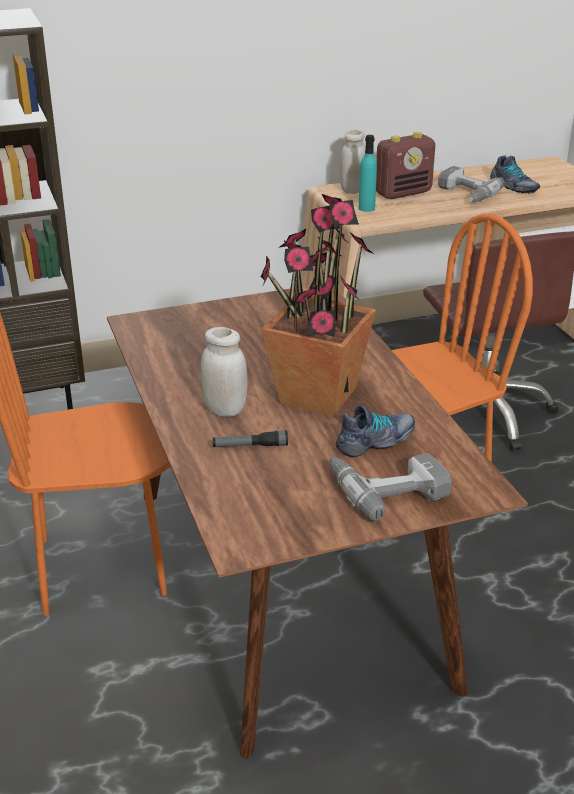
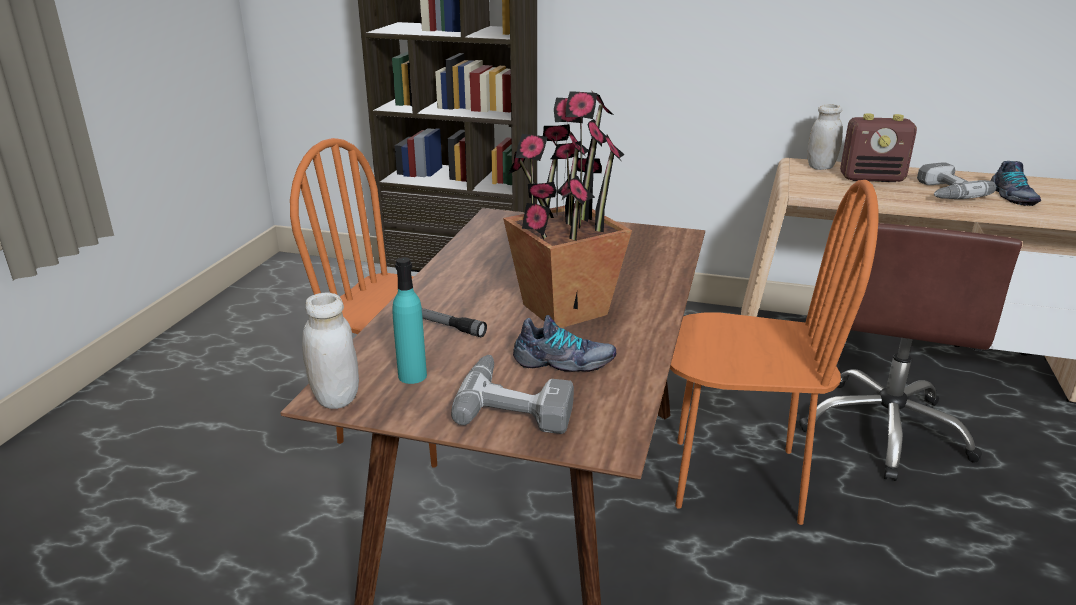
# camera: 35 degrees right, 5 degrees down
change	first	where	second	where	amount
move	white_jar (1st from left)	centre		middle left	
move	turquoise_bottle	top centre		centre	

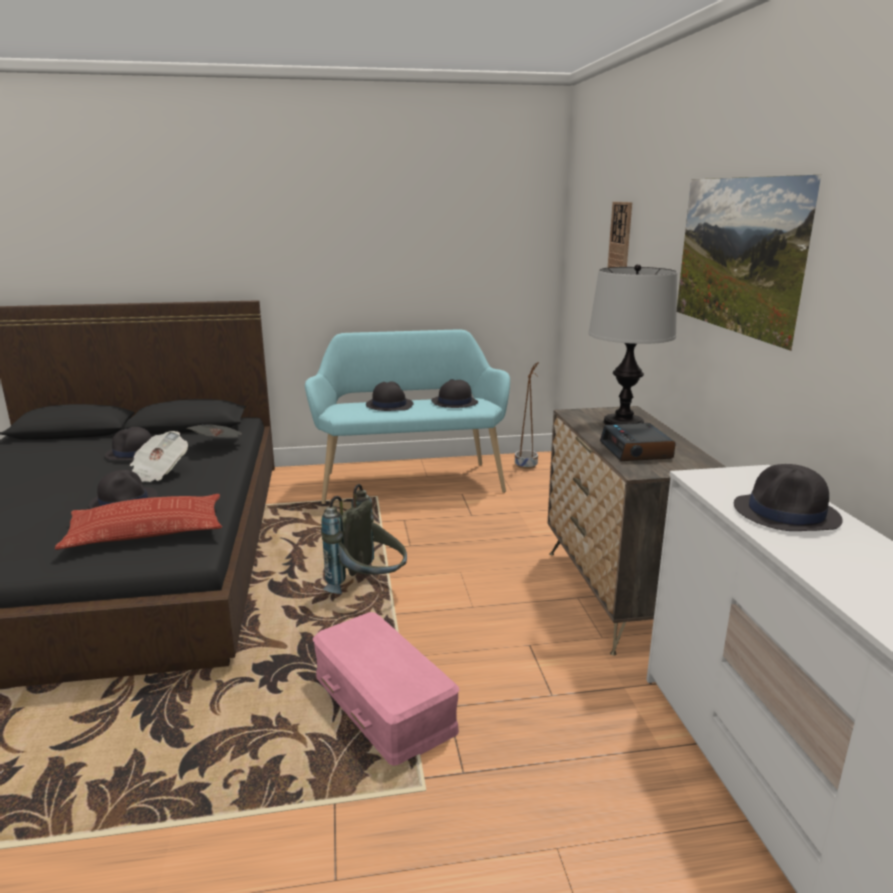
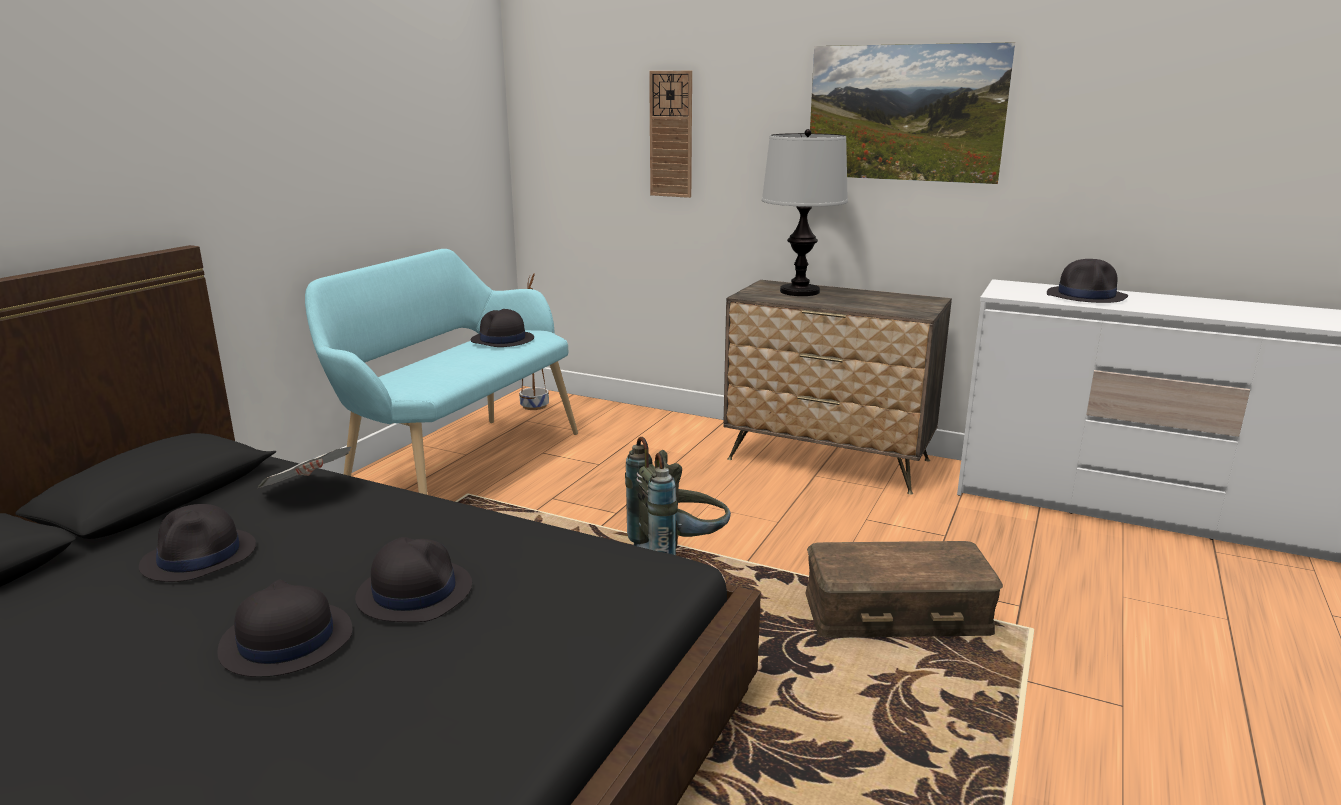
# camera: 55 degrees left, 0 degrees up
change	first	where	second	where	amount
delete	pillow	middle left			
delete	newspaper (1st from left)	middle left			
delete	alarm_clock	middle right			
move	black_hat (3rd from left in the first image)	centre	black_hat (2nd from left)	bottom left	
recolor	pink_storage_box	bottom centre	brown_storage_box	bottom right	

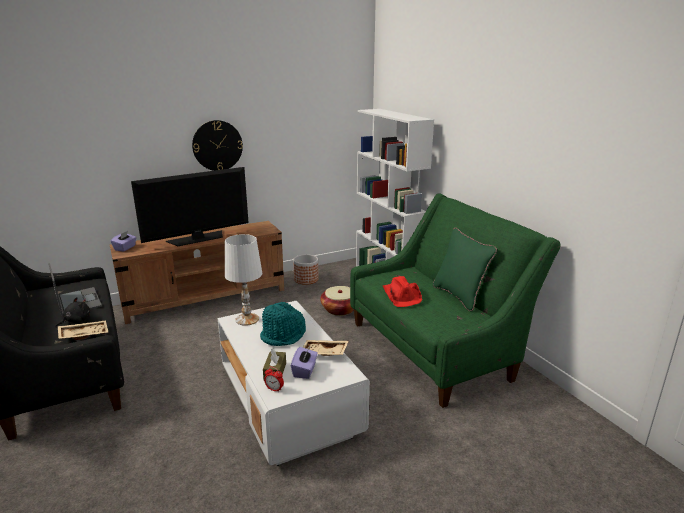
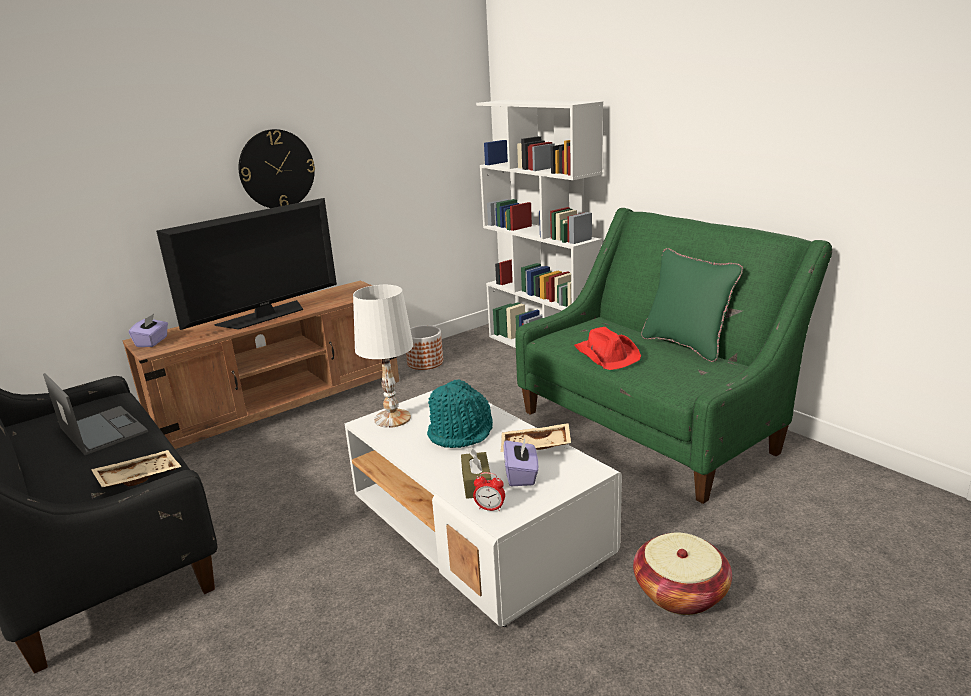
# camera: 10 degrees left, 0 degrees up
change	first	where	second	where	amount
delete	black_plush_toy	middle left			
move	basket	centre		bottom right	

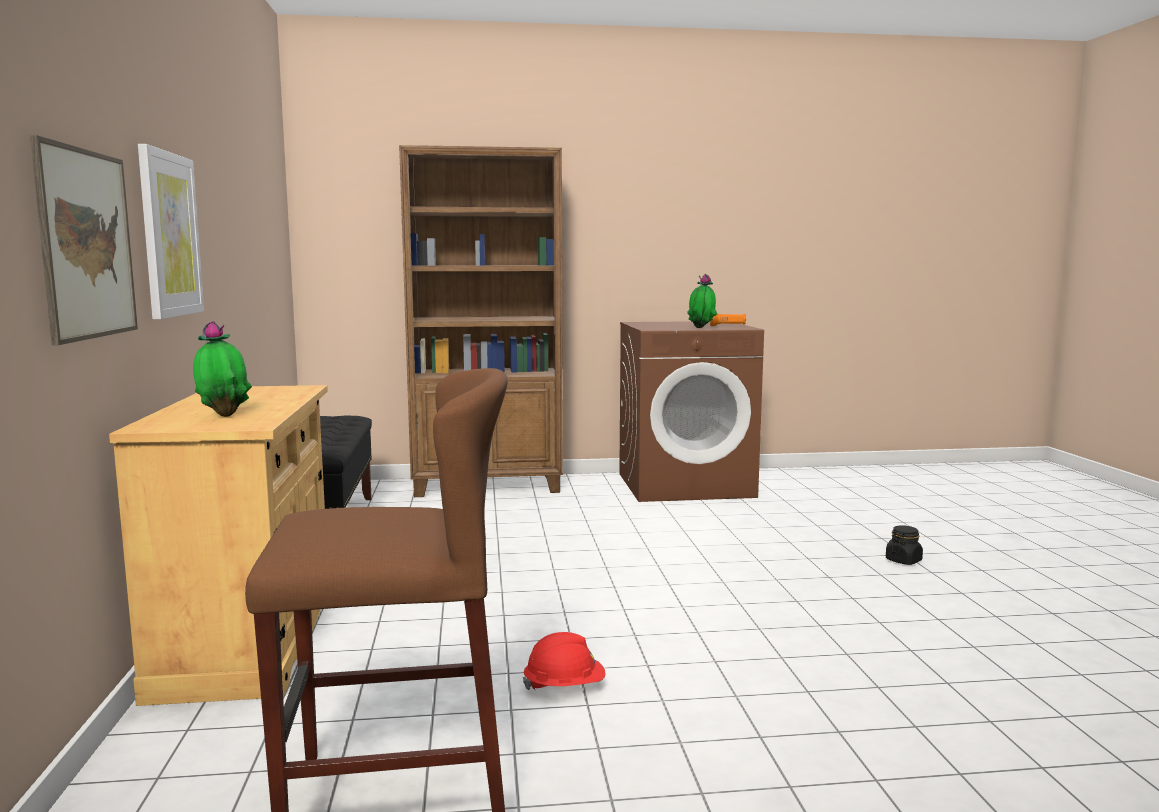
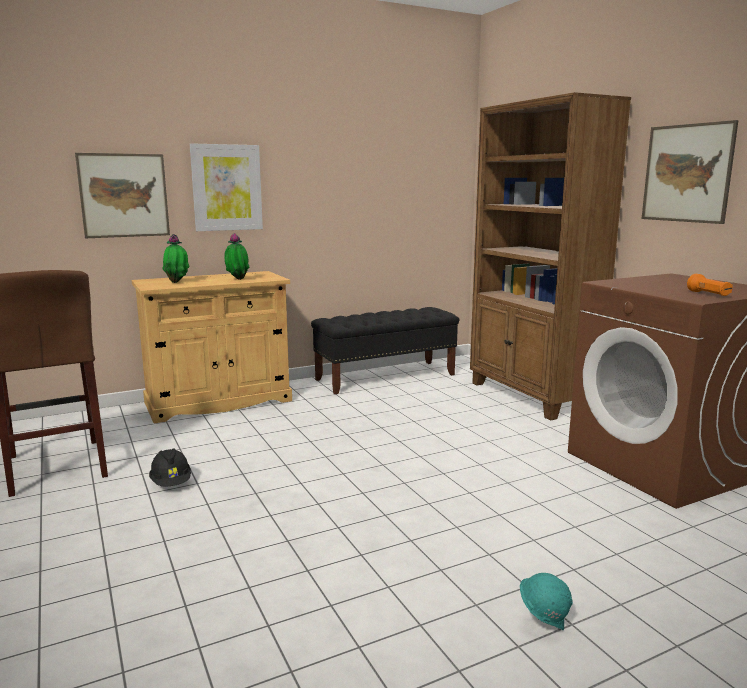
# camera: 70 degrees right, 5 degrees up
change	first	where	second	where	amount
insert			picture (3rd from left)	top right	
move	potted_plant (2nd from left)	centre		middle left	
replace	black_jar	bottom right	turquoise_hard_hat	bottom right	
recolor	red_hard_hat	bottom centre	black_hard_hat	bottom left	

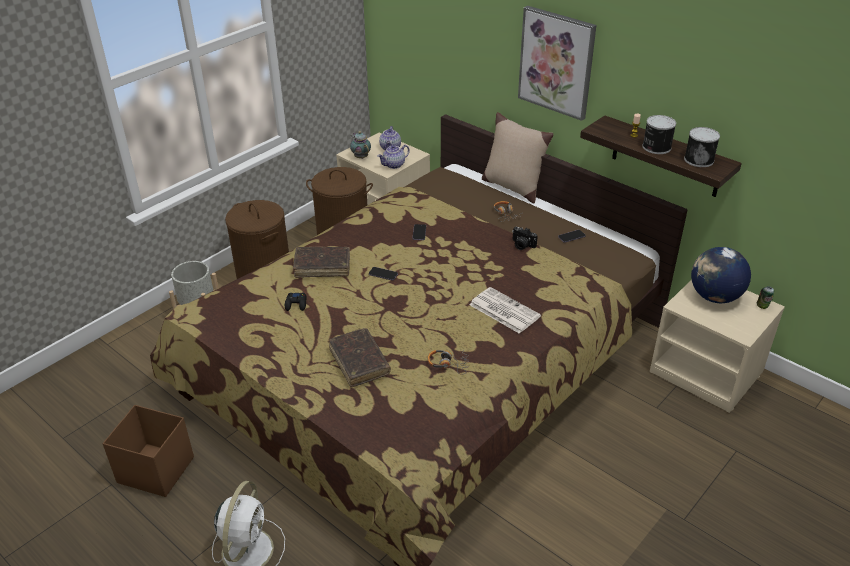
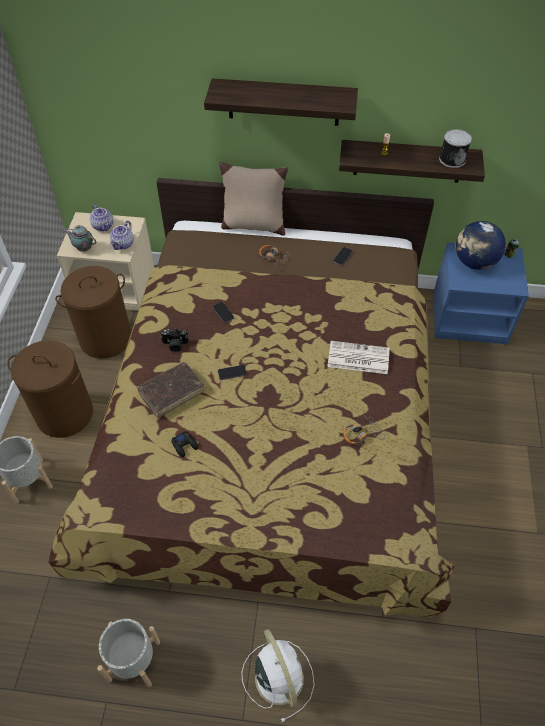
# camera: 35 degrees left, 15 degrees up
change	first	where	second	where	amount
delete	brown_book (2nd from left)	centre			
delete	can (1st from left)	top right			
move	photo_camera	centre		middle left	
replace	brown_storage_box	bottom left	grey_planter (2nd from left)	bottom left	
replace	picture	top centre	shelf (1st from left)	top centre	
recolor	beige_nightstand (2nd from left)	middle right	blue_nightstand	middle right	

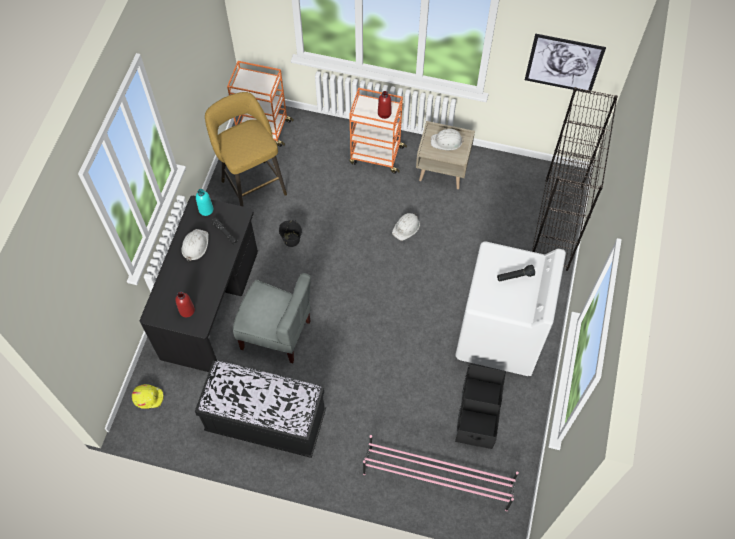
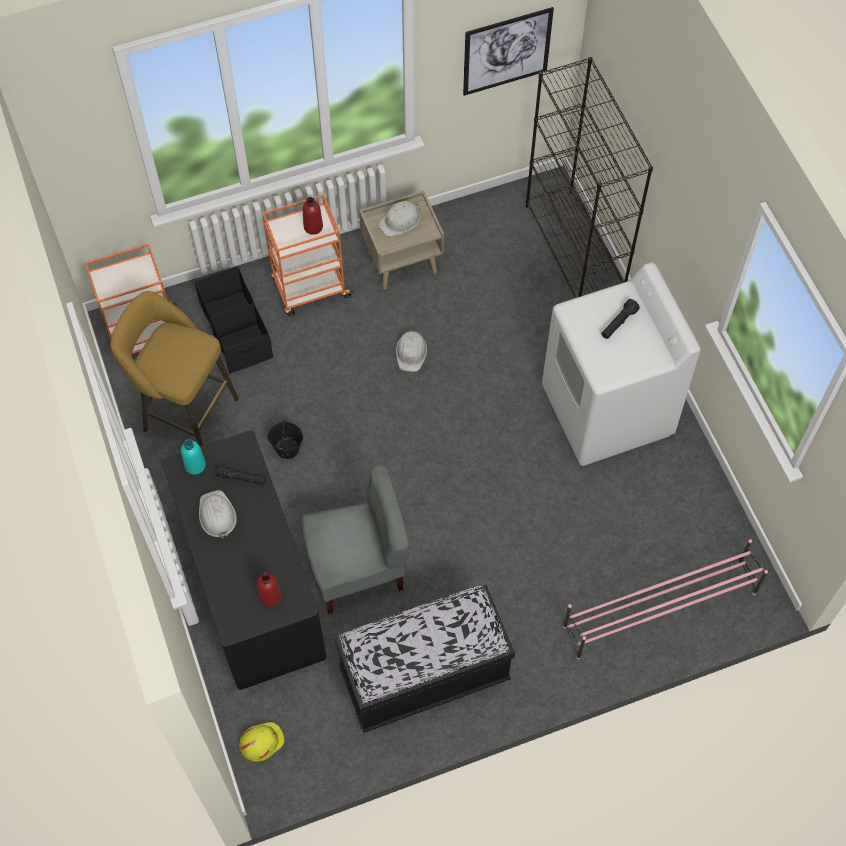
# camera: 35 degrees left, 0 degrees up
change	first	where	second	where	amount
move	black_storage_box	bottom centre		middle left	

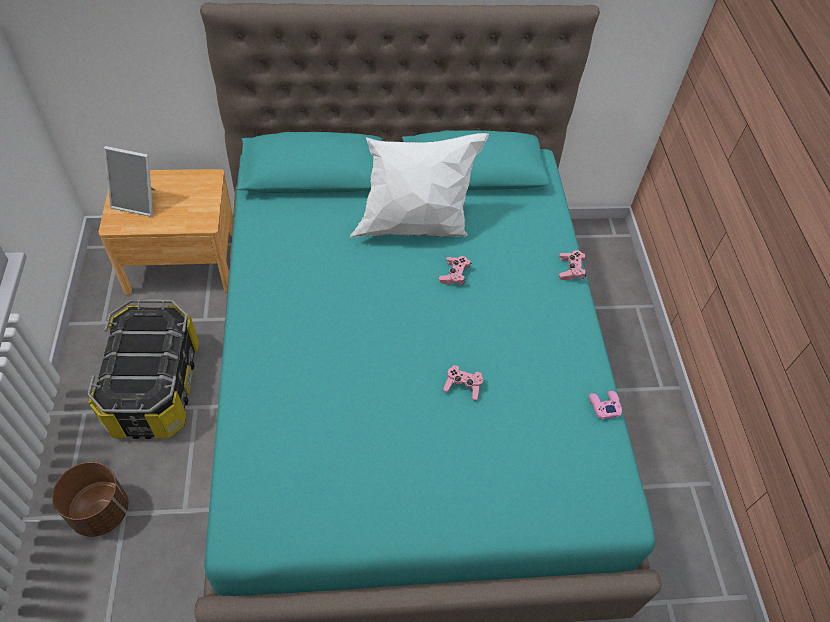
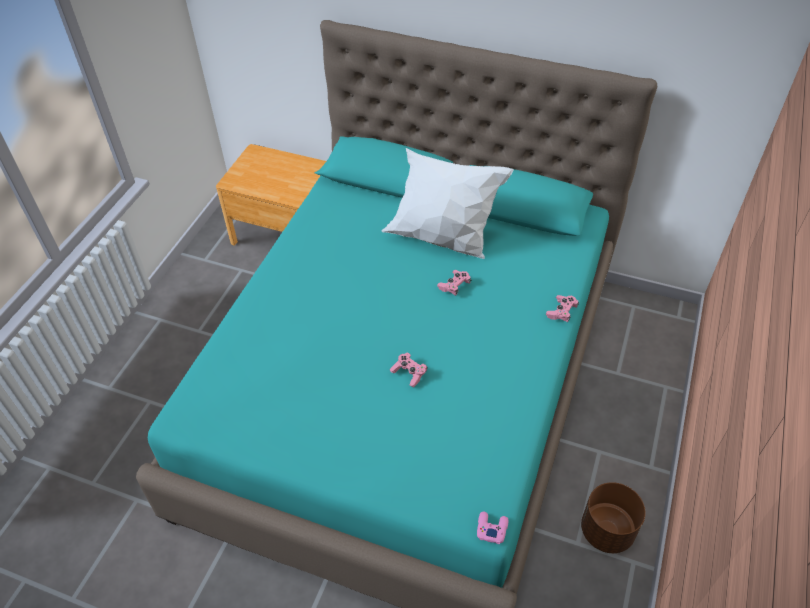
# camera: 30 degrees right, 5 degrees down
change	first	where	second	where	amount
delete	storage_box	middle left			
delete	picture_frame	top left			
move	brown_planter	bottom left		bottom right	
move	pink_game_controller (4th from left in the first image)	middle right	pink_game_controller (3rd from left)	bottom centre	

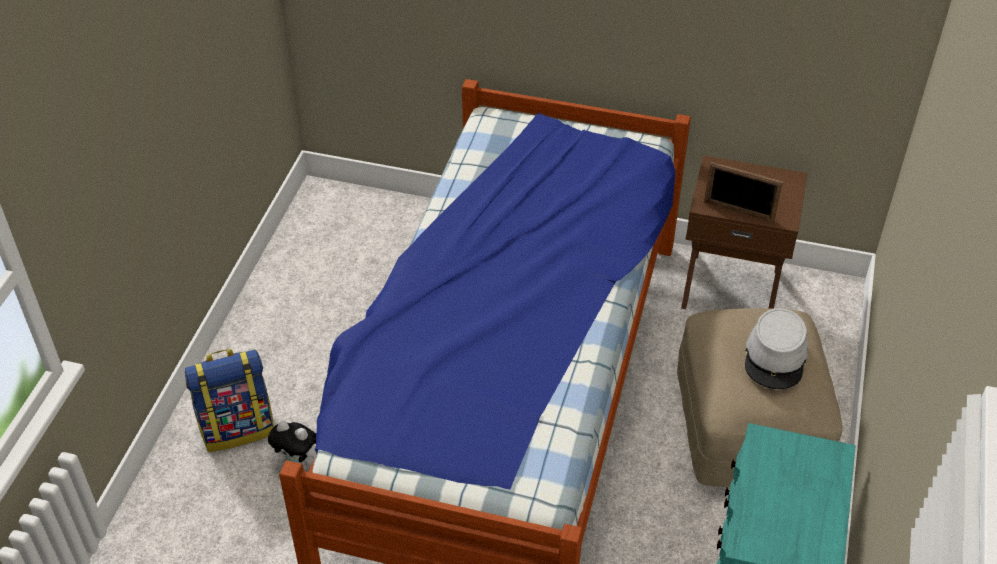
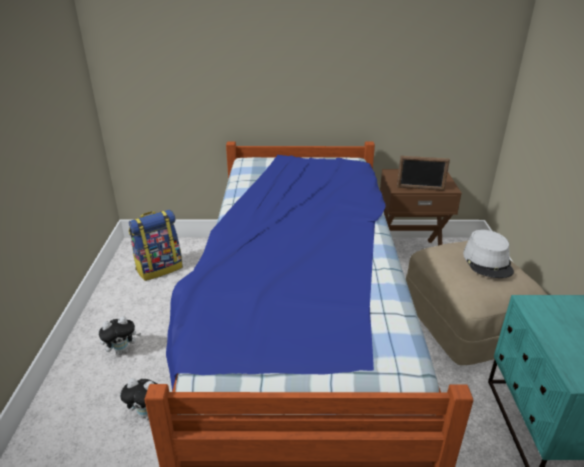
# camera: 15 degrees left, 15 degrees down
change	first	where	second	where	amount
insert			plush_toy (1st from left)	bottom left	
move	backpack	bottom left		middle left	

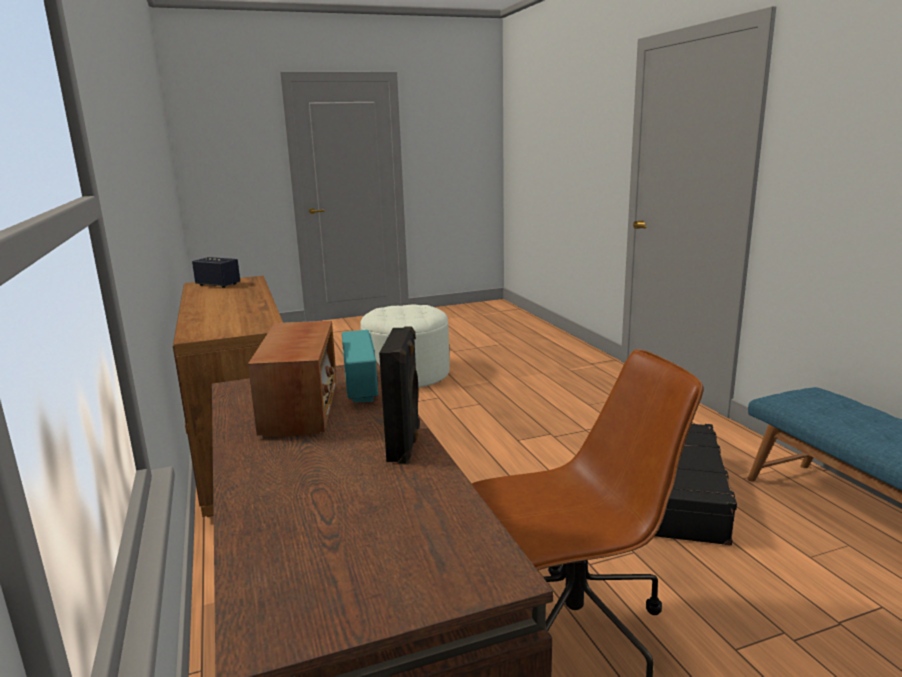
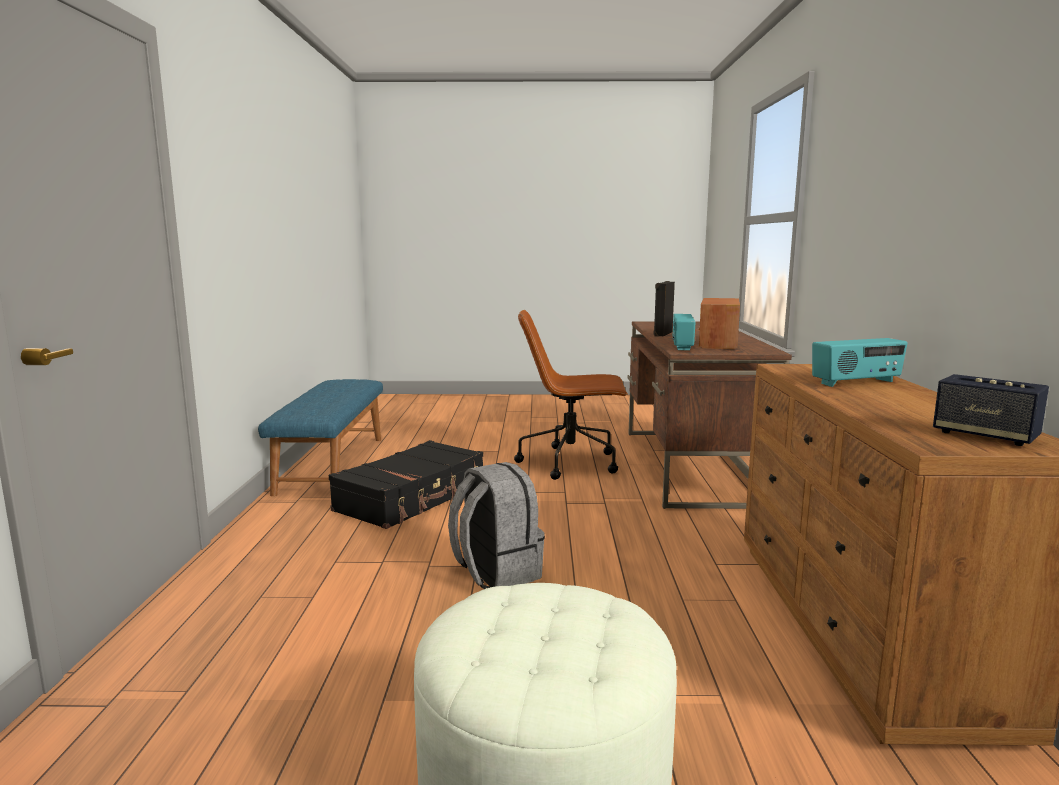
# camera: 160 degrees left, 5 degrees down
change	first	where	second	where	amount
insert			grey_backpack	bottom centre	
insert			radio (3rd from left)	middle right	

